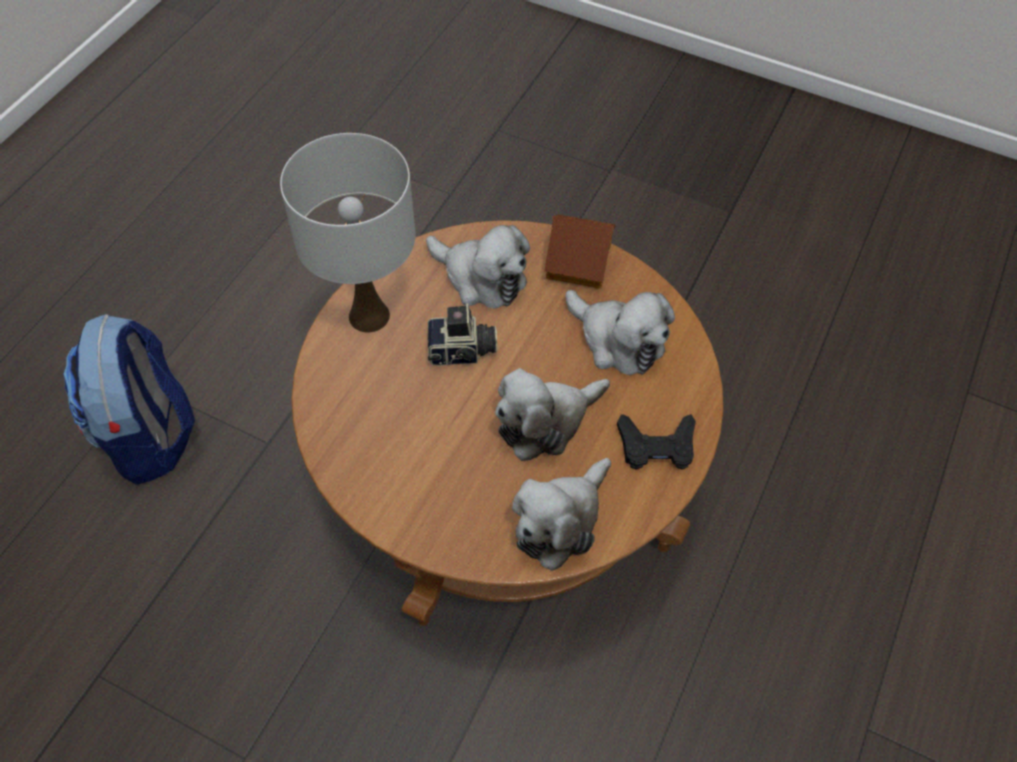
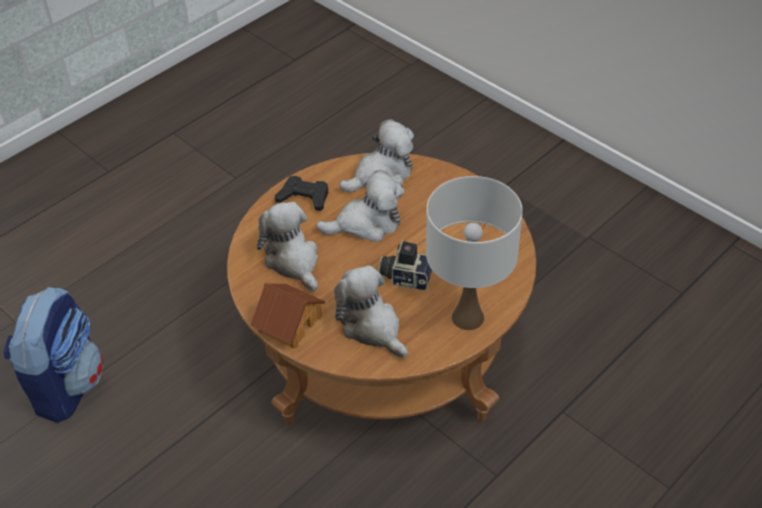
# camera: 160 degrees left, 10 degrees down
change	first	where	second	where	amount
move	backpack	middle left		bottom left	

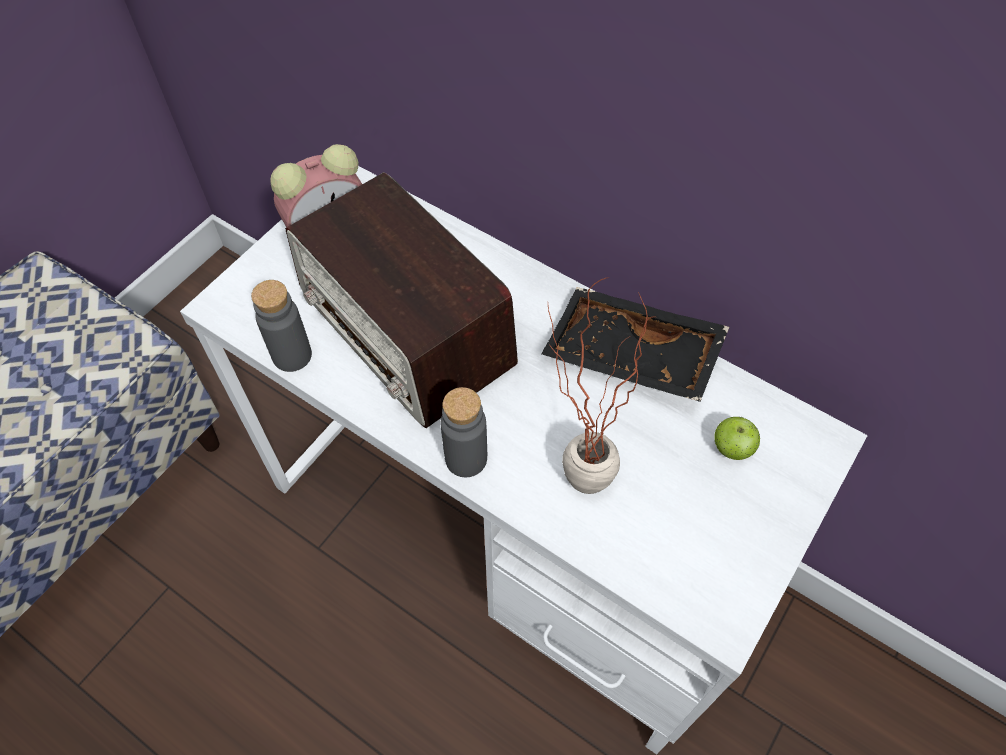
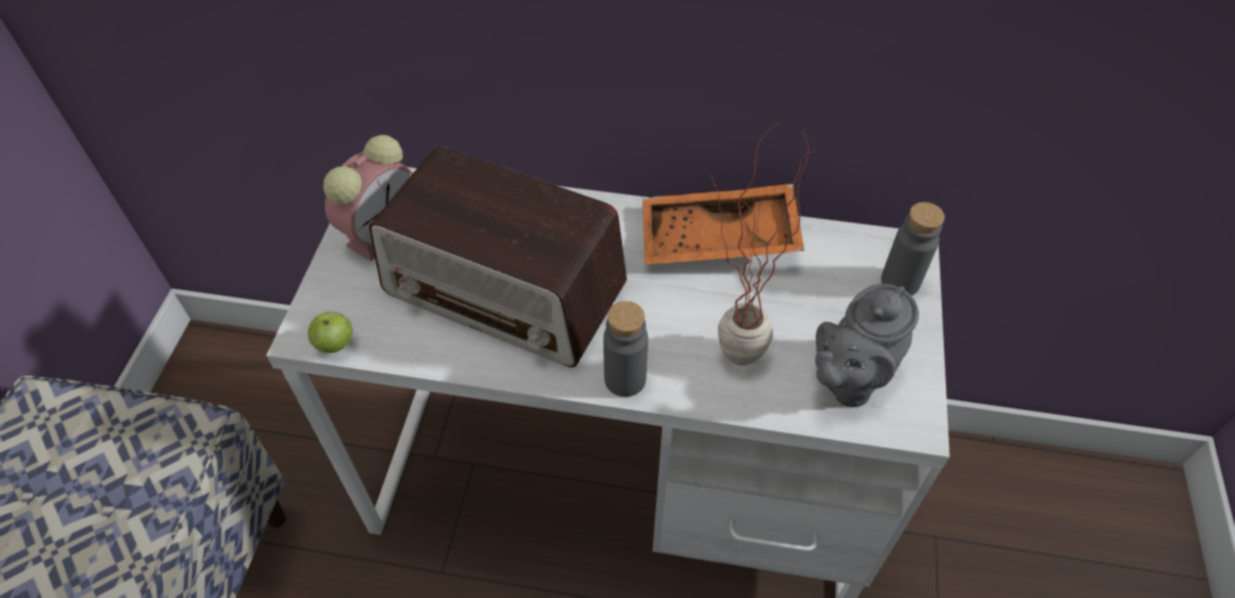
# camera: 25 degrees left, 5 degrees down
change	first	where	second	where	amount
insert			grey_teapot	middle right	
move	grey_bottle (1st from left in the first image)	middle left	grey_bottle (2nd from left)	middle right	
move	apple	middle right		middle left	
recolor	black_tray	centre	orange_tray	centre	

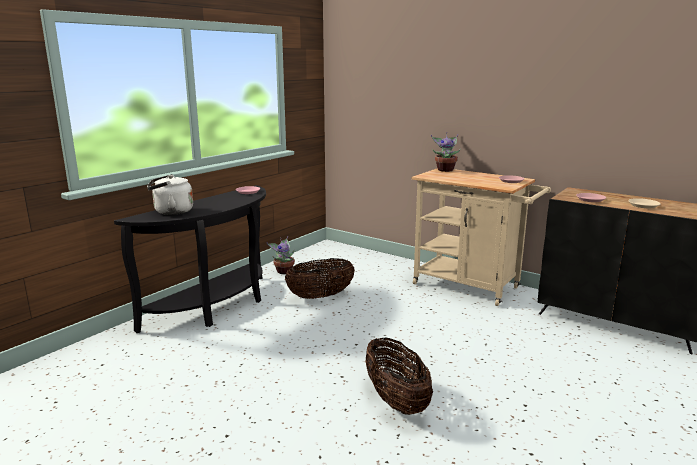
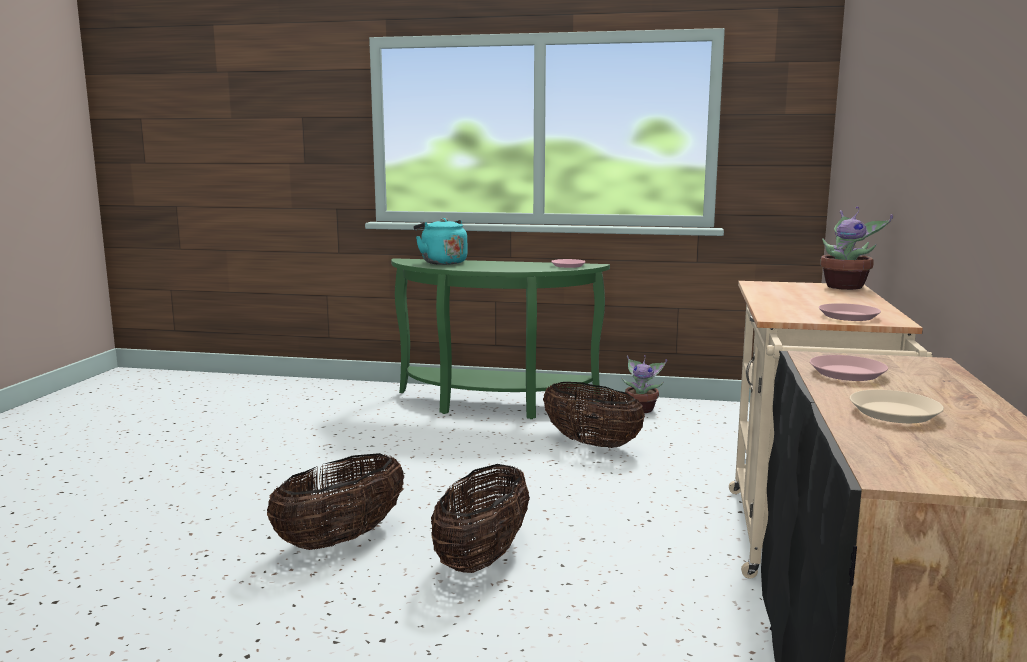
# camera: 65 degrees right, 5 degrees down
change	first	where	second	where	amount
insert			basket (2nd from left)	bottom centre	
recolor	black_console_table	middle left	green_console_table	centre	
recolor	white_kettle	middle left	turquoise_kettle	centre	

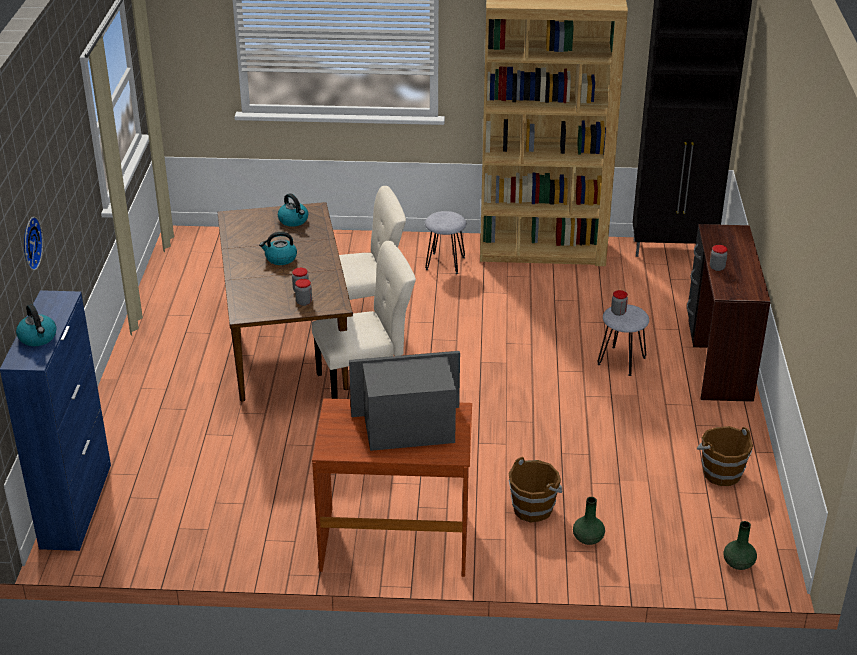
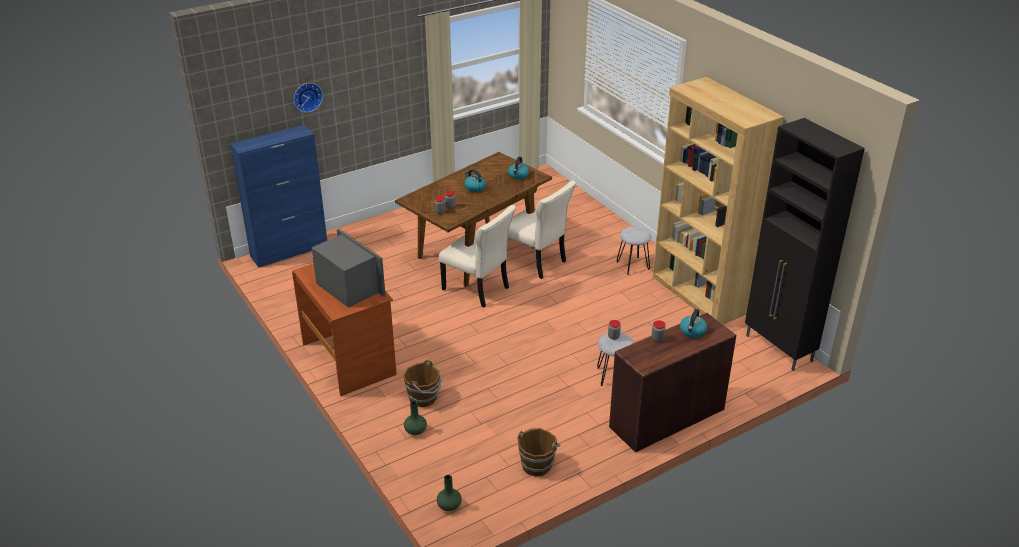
# camera: 55 degrees right, 0 degrees up
change	first	where	second	where	amount
move	kettle (1st from left in the first image)	middle left	kettle (3rd from left)	middle right	

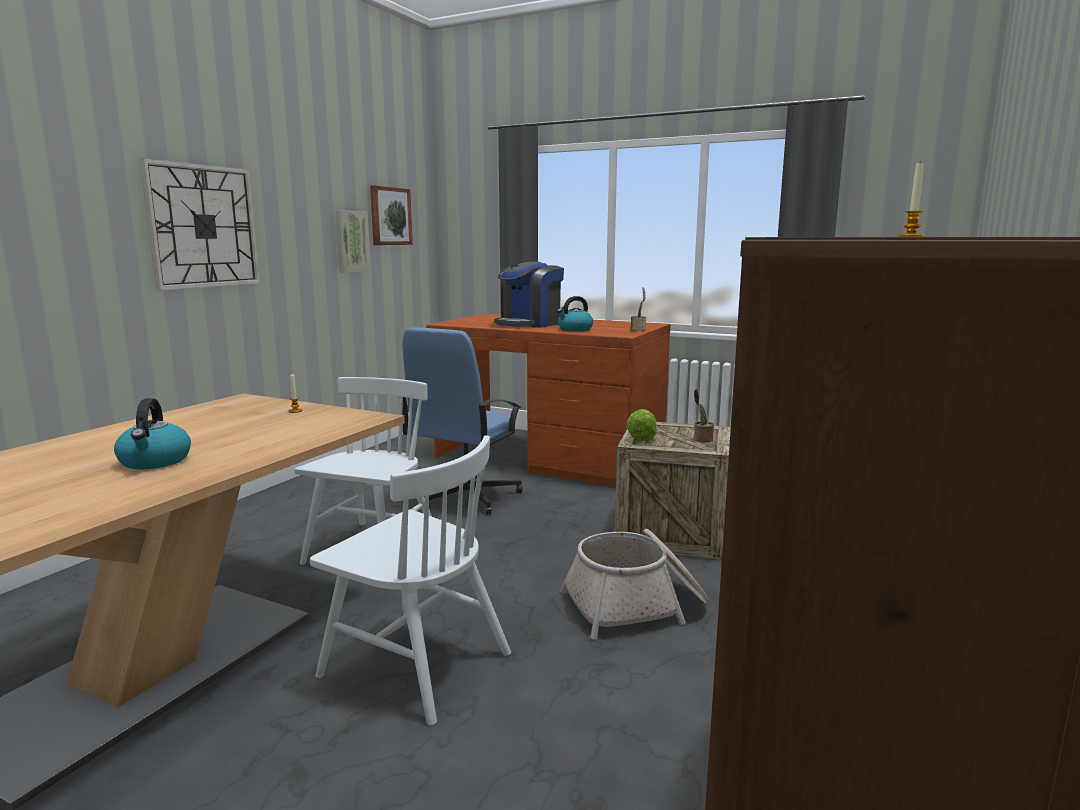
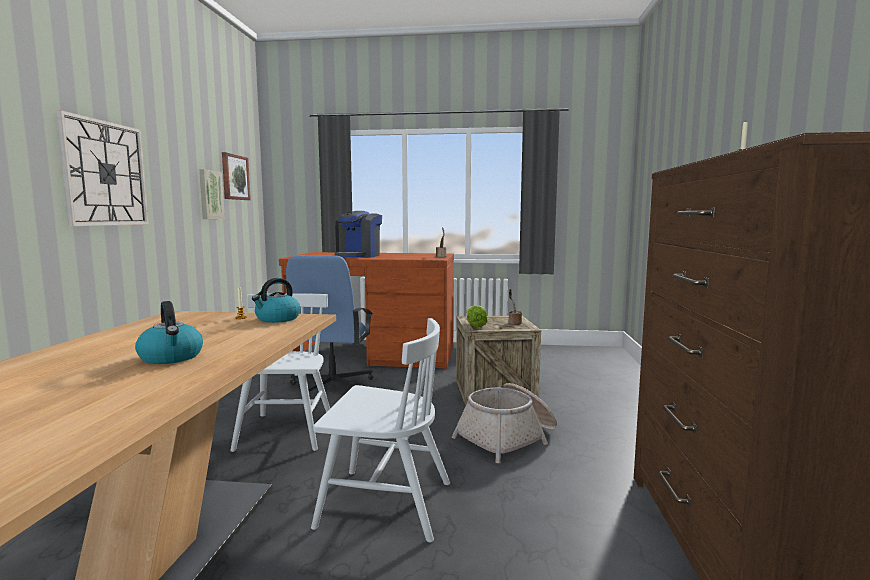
# camera: 20 degrees left, 5 degrees down
change	first	where	second	where	amount
move	kettle (2nd from left)	centre		middle left	

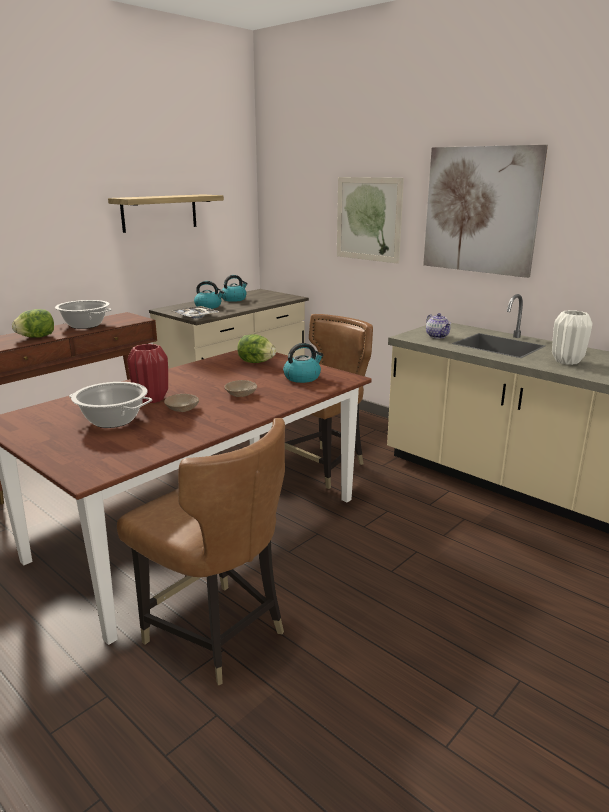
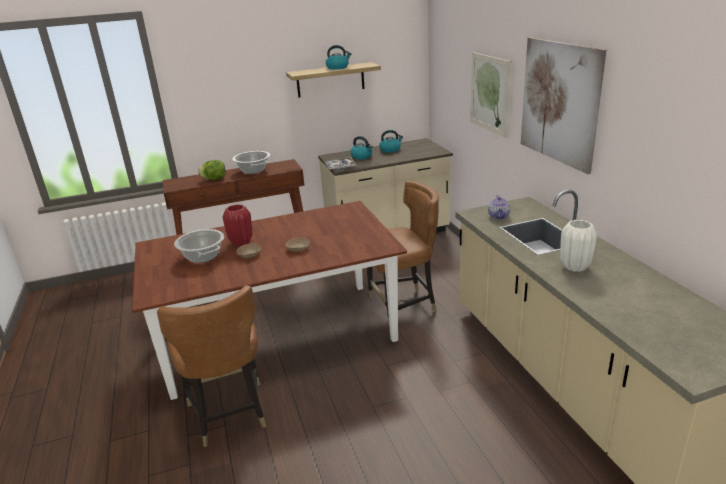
# camera: 30 degrees right, 5 degrees up
change	first	where	second	where	amount
delete	lettuce (2nd from left)	centre			
move	kettle (3rd from left in the first image)	centre	kettle (1st from left)	top centre	

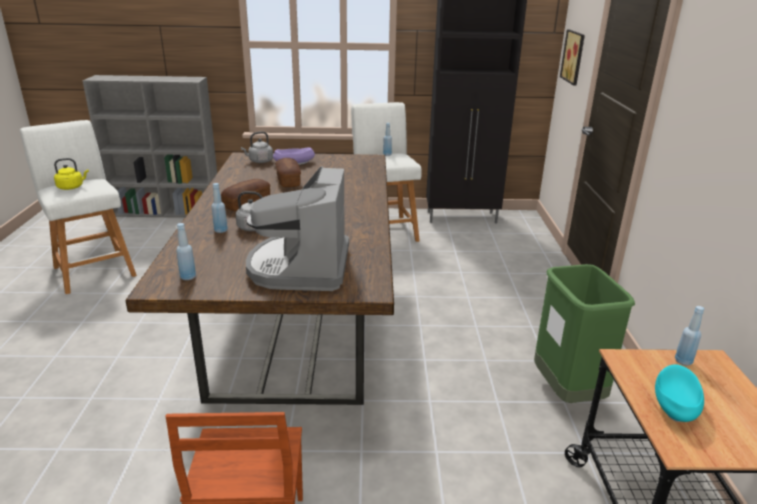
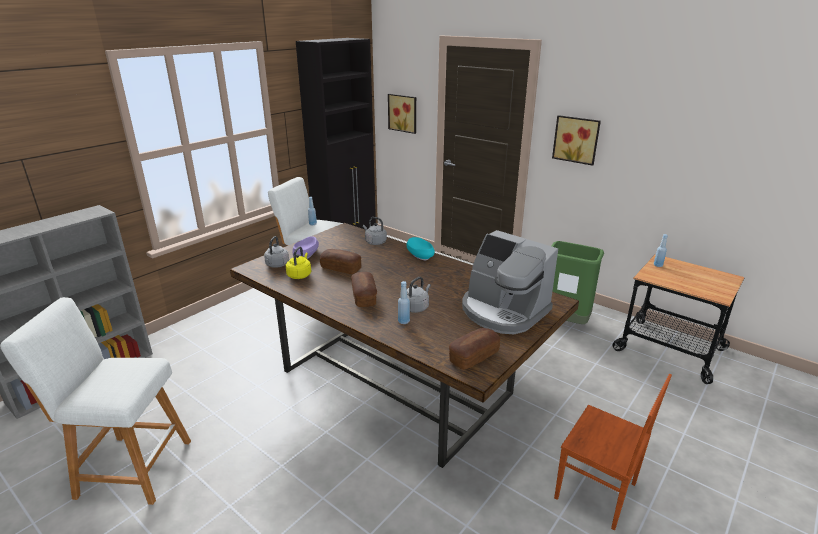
# camera: 50 degrees left, 0 degrees up
change	first	where	second	where	amount
insert			grey_kettle (2nd from left)	centre	
insert			picture (2nd from left)	top right	
move	yellow_kettle	middle left		centre	
move	turquoise_bowl	bottom right		centre	
replace	blue_bottle (1st from left)	middle left	bread (3rd from left)	centre	

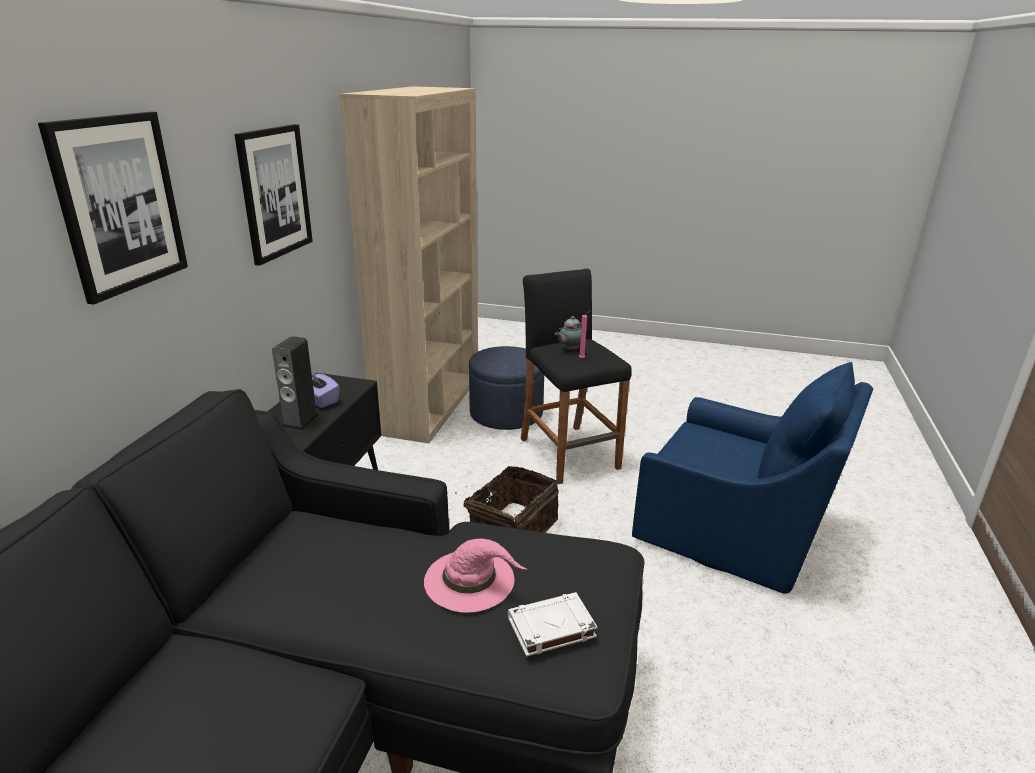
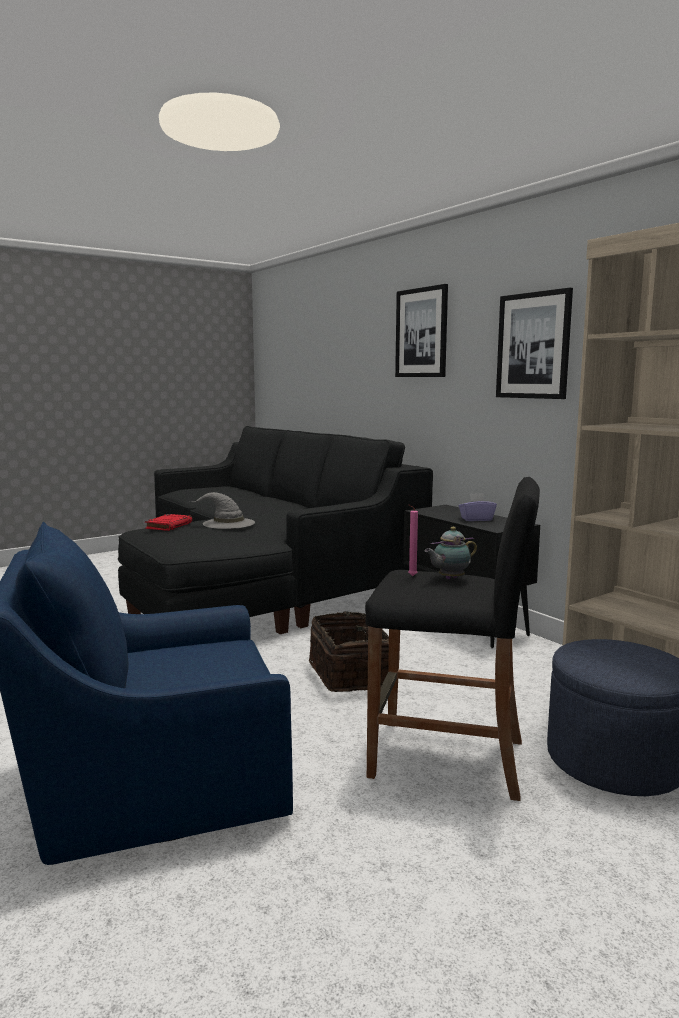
# camera: 130 degrees right, 15 degrees down
change	first	where	second	where	amount
delete	speaker	middle left			
recolor	pink_hat	bottom centre	grey_hat	middle left	
recolor	white_book	bottom centre	red_book	middle left	
rotate	teapot	centre		centre	120 degrees counterclockwise

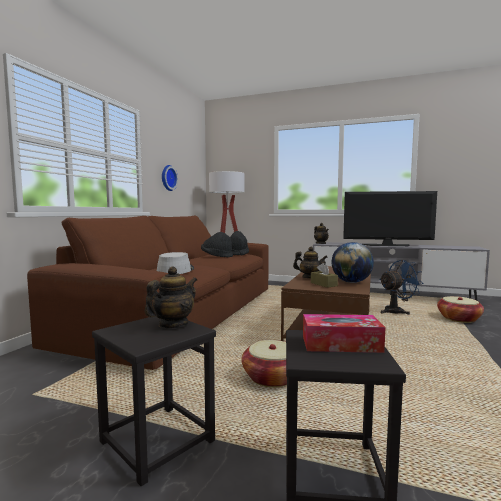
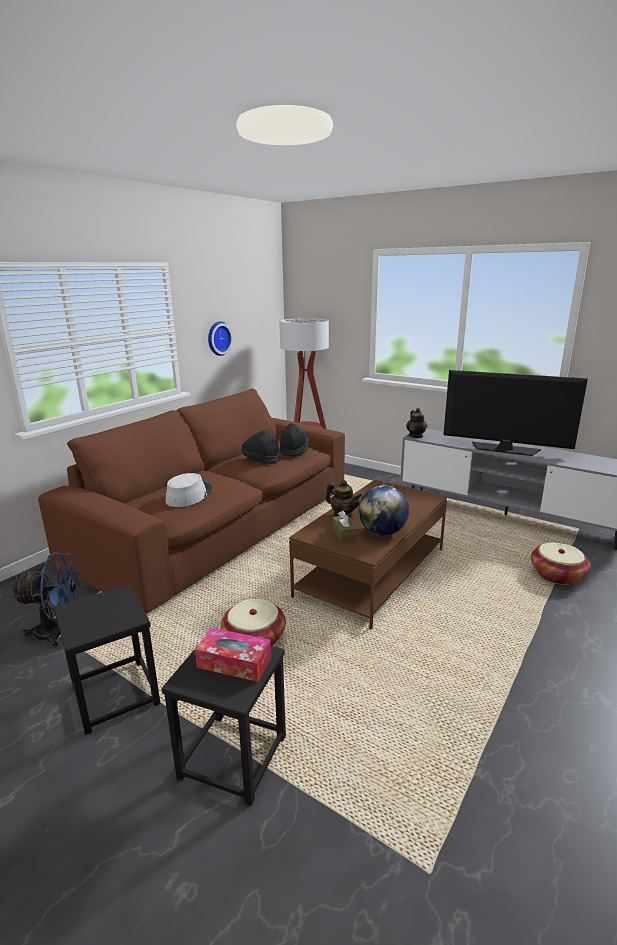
# camera: 15 degrees right, 15 degrees up
change	first	where	second	where	amount
delete	teapot (1st from left)	centre			
move	blue_fan	middle right		middle left	

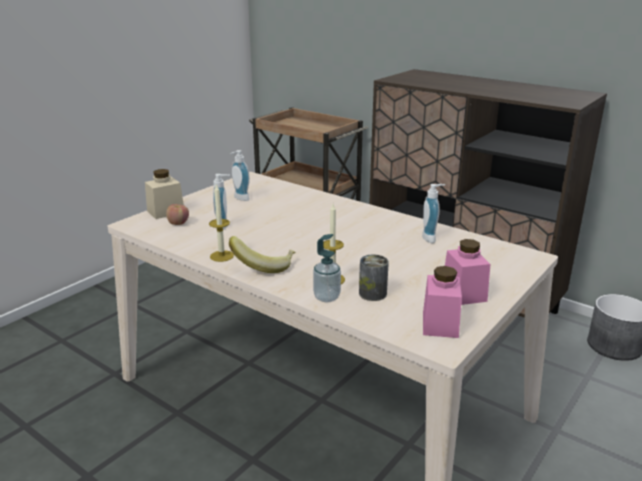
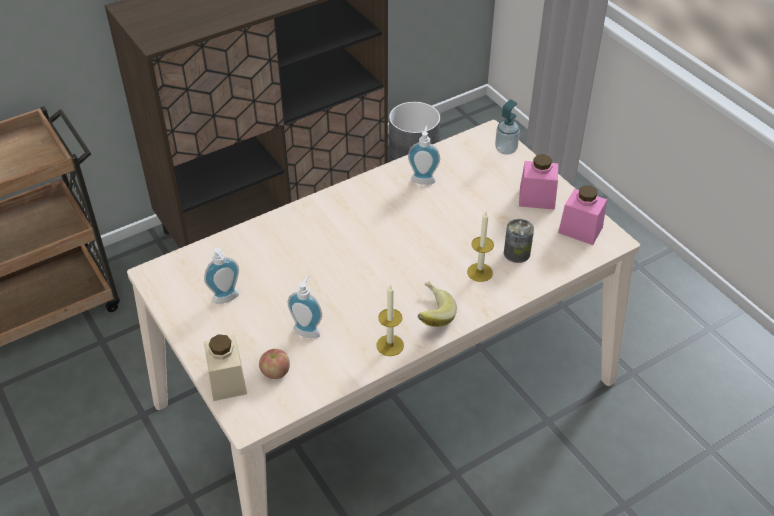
# camera: 70 degrees left, 20 degrees up
change	first	where	second	where	amount
move	soap_dispenser (3rd from left in the first image)	centre	soap_dispenser (4th from left)	top centre	

